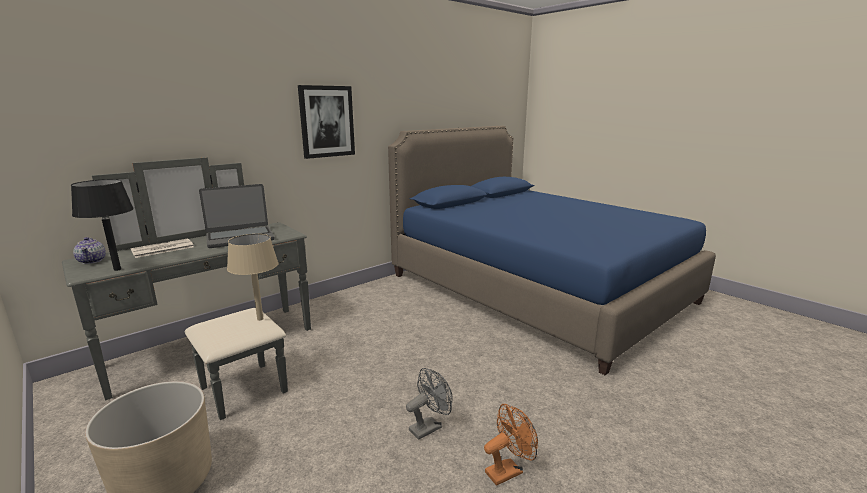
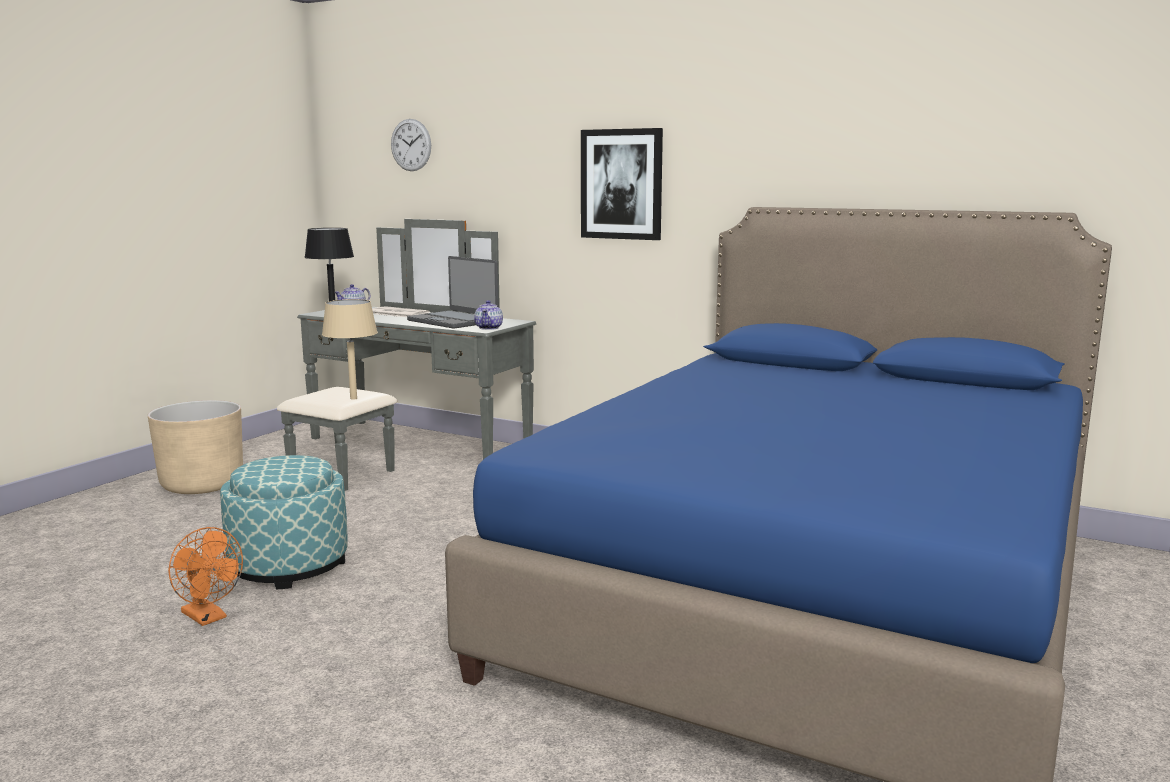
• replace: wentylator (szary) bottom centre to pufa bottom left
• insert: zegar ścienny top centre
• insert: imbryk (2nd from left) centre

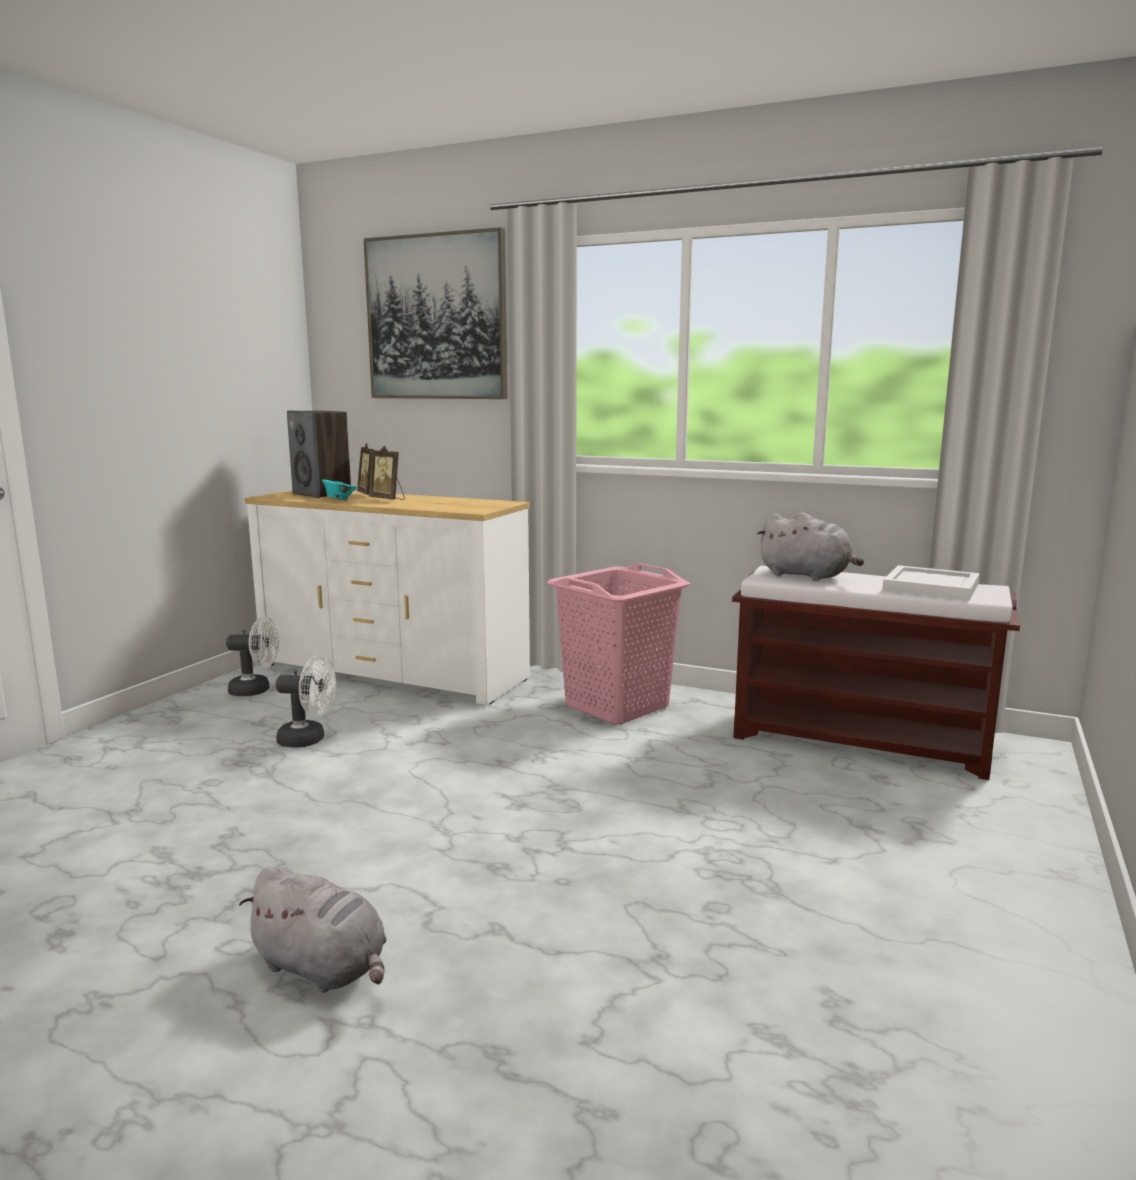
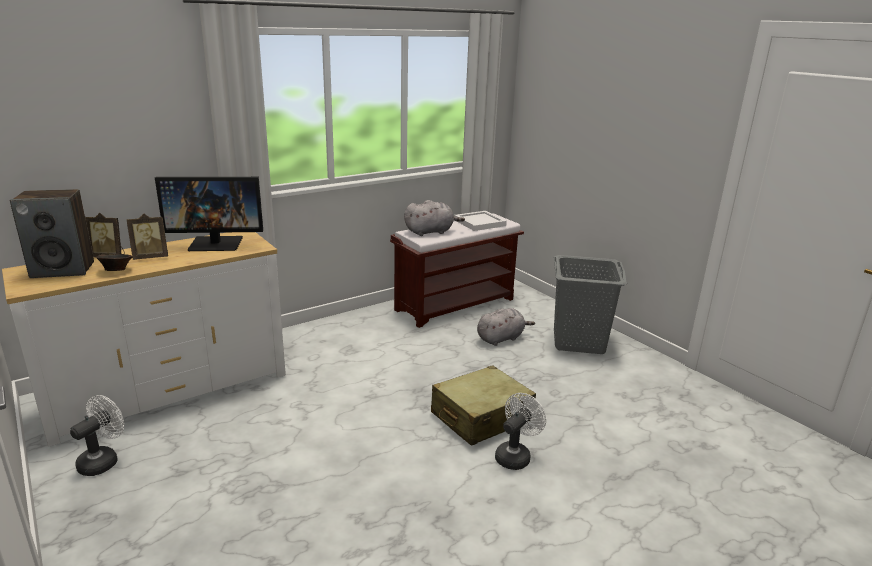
• recolor: miska (turkusowy) middle left to miska (brązowy) middle left
• insert: monitor middle left
• insert: walizka (beżowy) bottom centre
• move: pluszak (szary) (1st from left in the first image) bottom left to pluszak (szary) (2nd from left) centre
• move: wentylator (biały) (2nd from left) middle left to bottom centre
• insert: kosz na pranie (szary) middle right
• delete: obraz top centre
• delete: kosz na pranie (różowy) centre

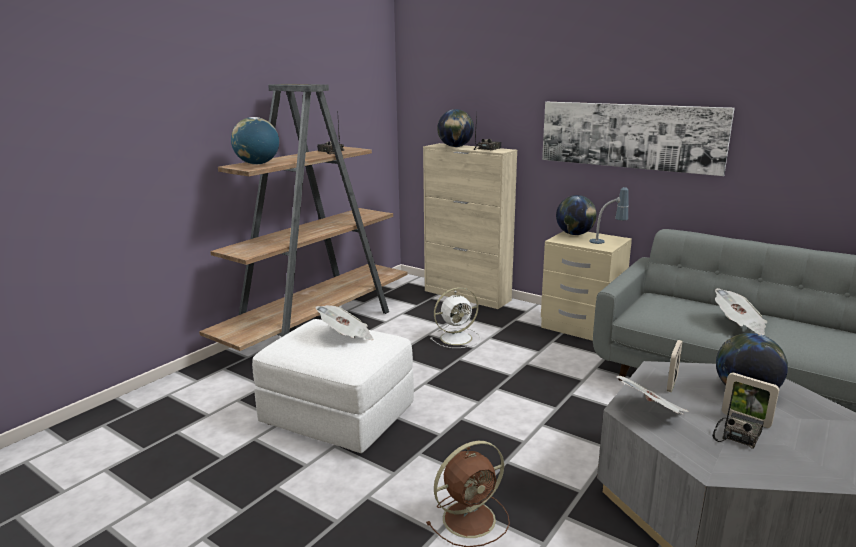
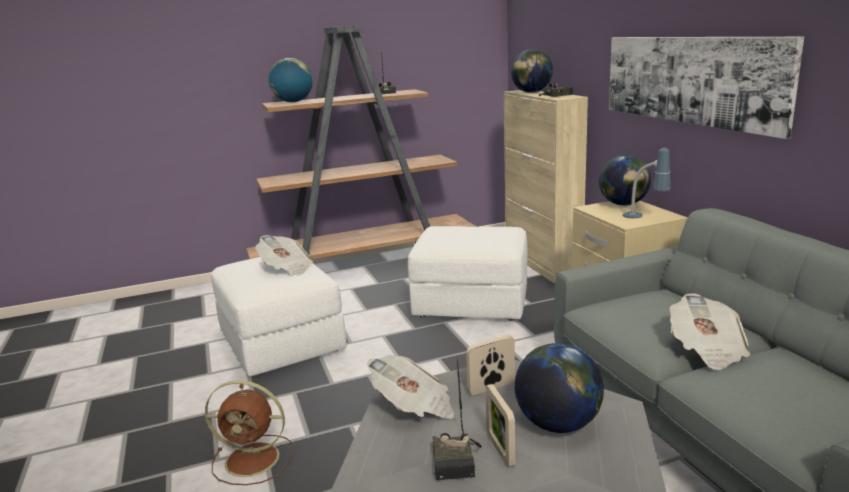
• replace: wentylator (biały) centre to pufa (biały) (2nd from left) centre
• rotate: radio (3rd from left in the first image) bottom right = bottom centre 105 degrees clockwise

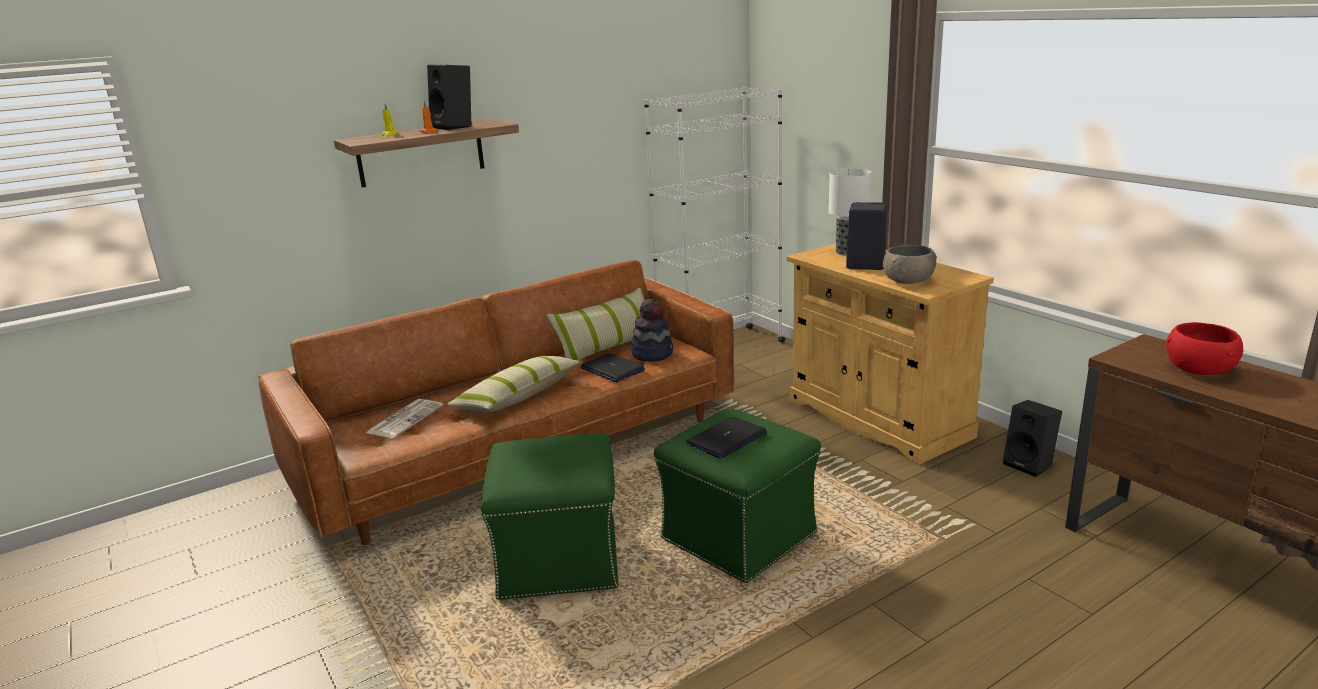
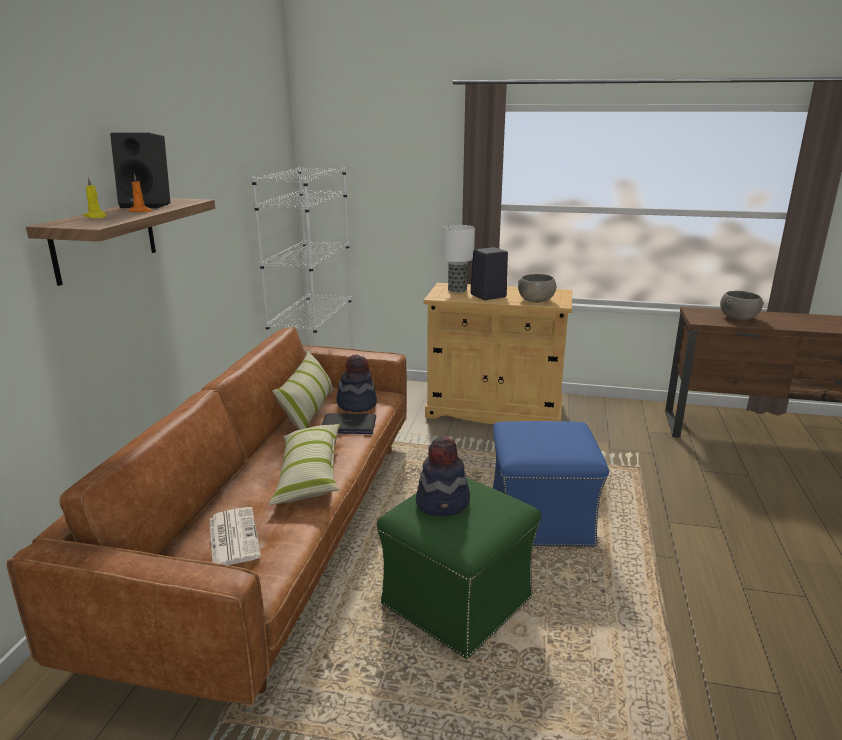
• insert: kapelusz (2nd from left) centre
• recolor: pufa (zielony) (2nd from left) bottom centre to pufa (niebieski) centre
• recolor: miska (czerwony) middle right to miska (szary) (2nd from left) middle right
• delete: laptop (2nd from left) centre
• delete: głośnik (czarny) (3rd from left) middle right

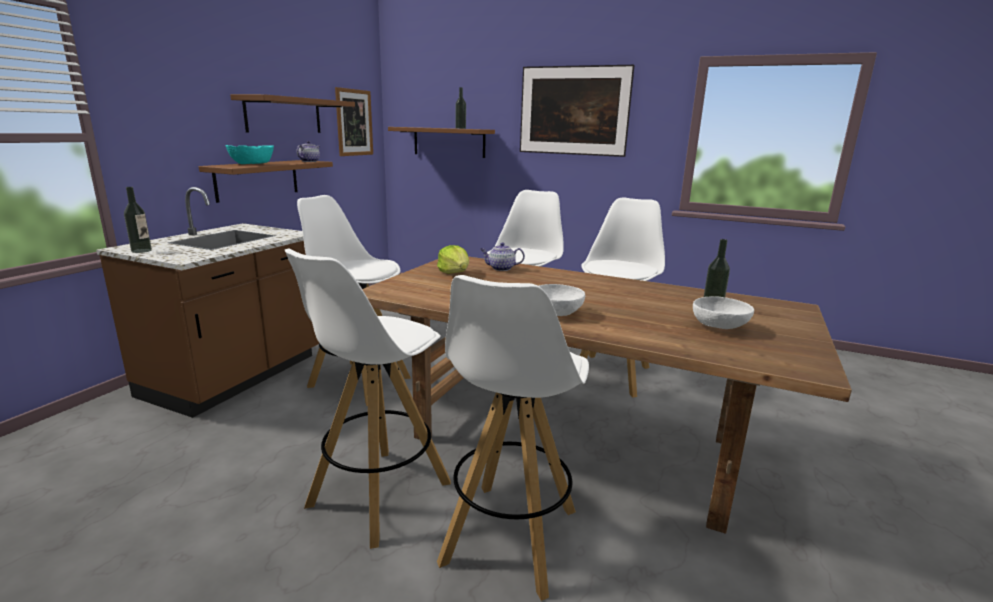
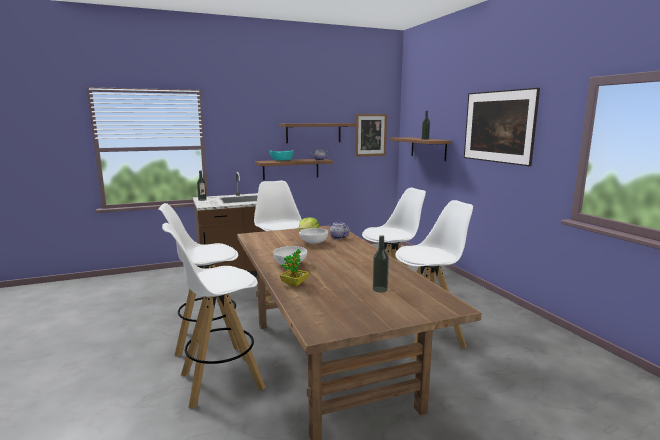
• insert: roślina doniczkowa centre
• move: miska (biały) (2nd from left) middle right to centre

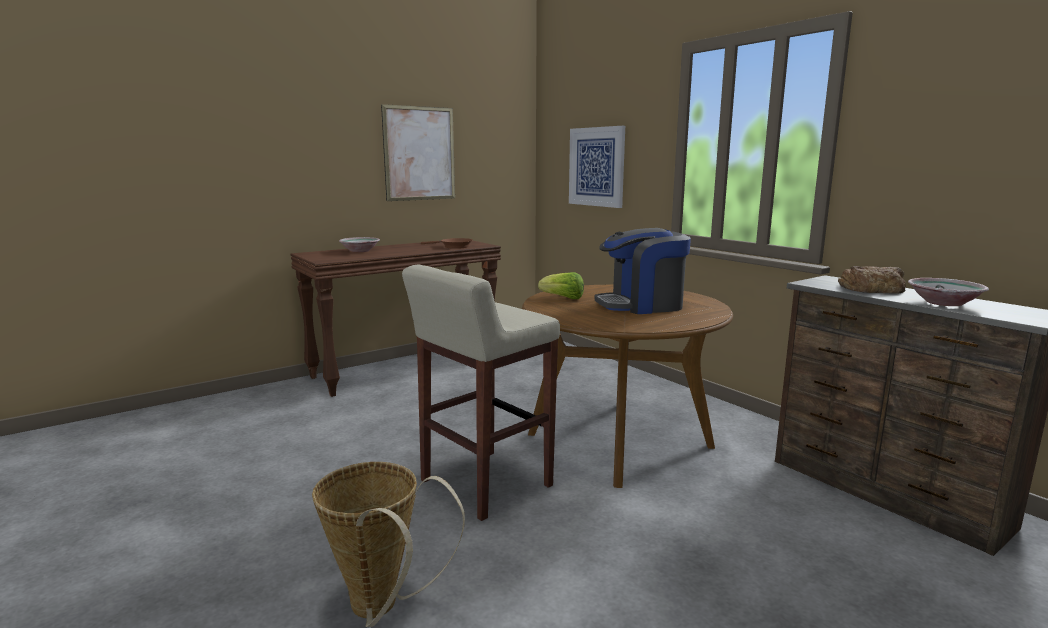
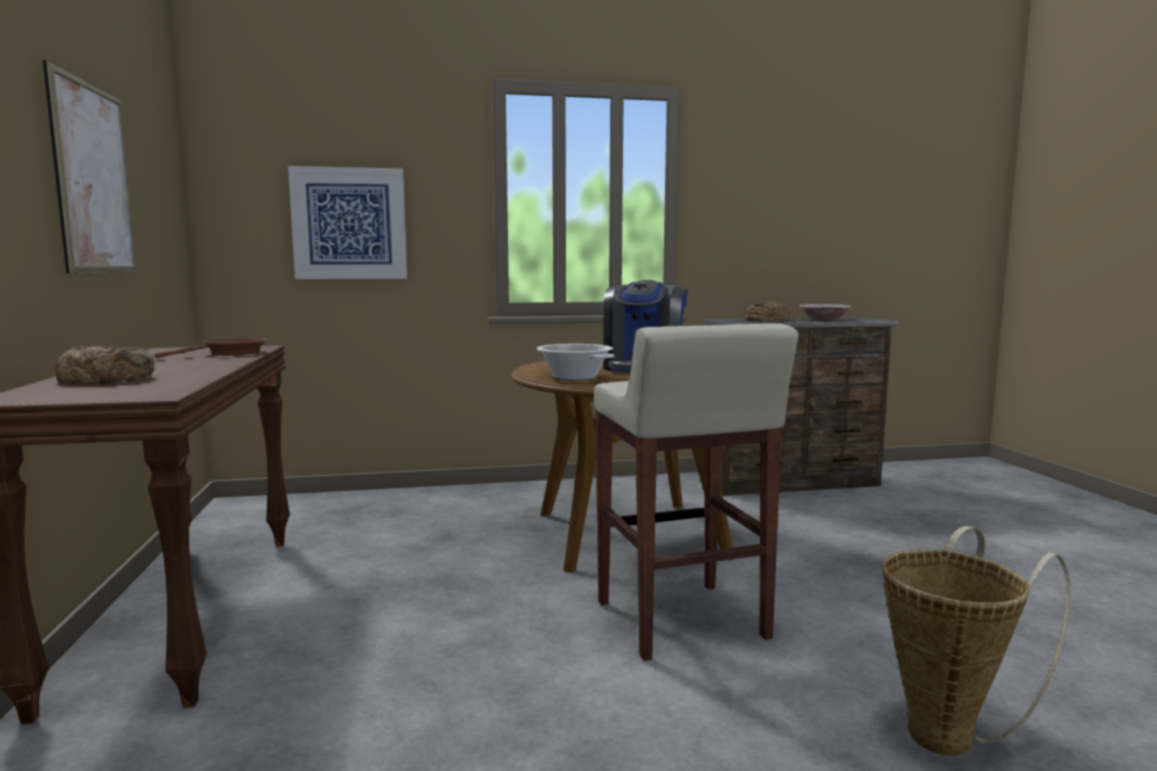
• replace: miska (1st from left) centre to chleb (1st from left) middle left
• replace: sałata centre to garnek centre

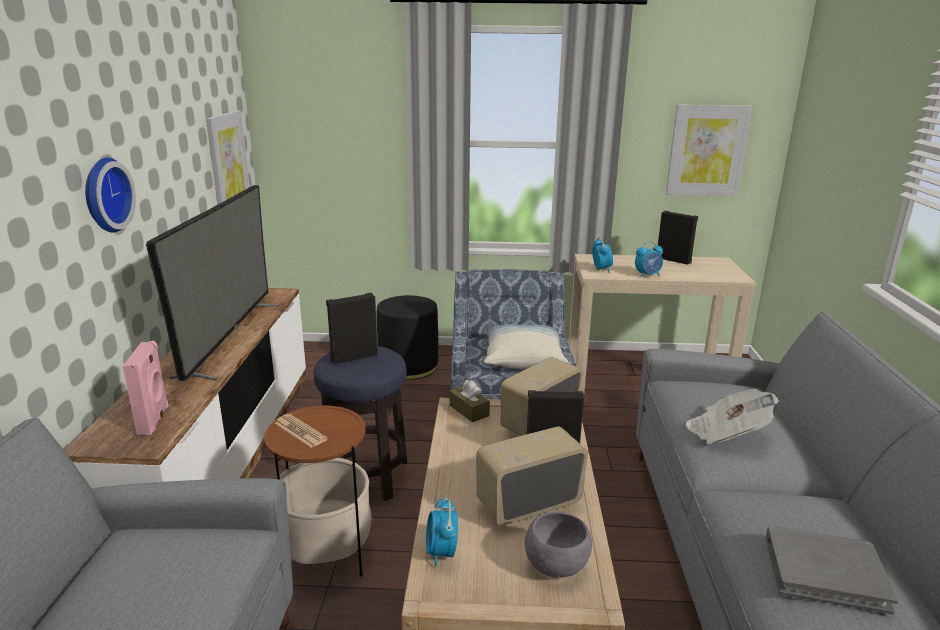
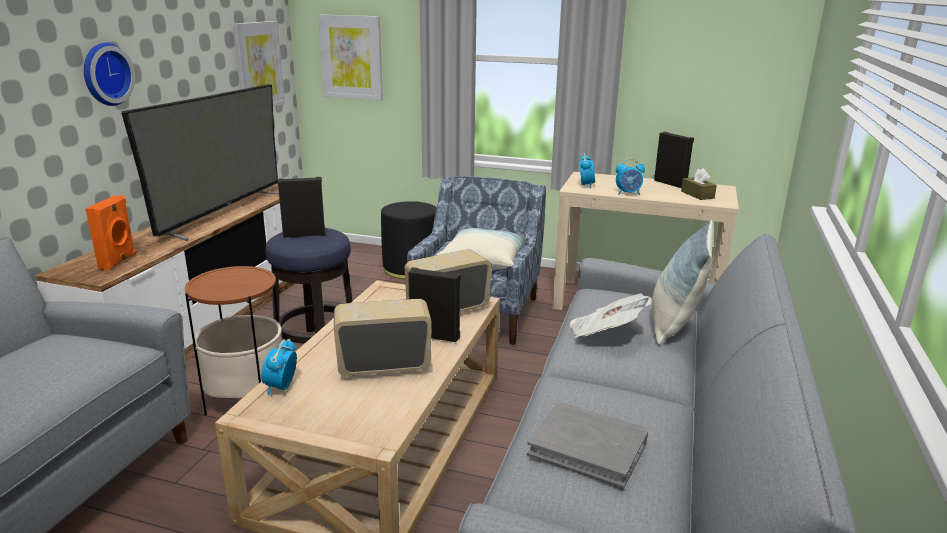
• recolor: głośnik (różowy) middle left to głośnik (pomarańczowy) middle left
• move: obraz (2nd from left) top right to top centre
• insert: poduszka (2nd from left) middle right
• move: pudełko chusteczek (brązowy) centre to middle right
• delete: gazeta (1st from left) bottom left
• delete: miska (szary) bottom centre

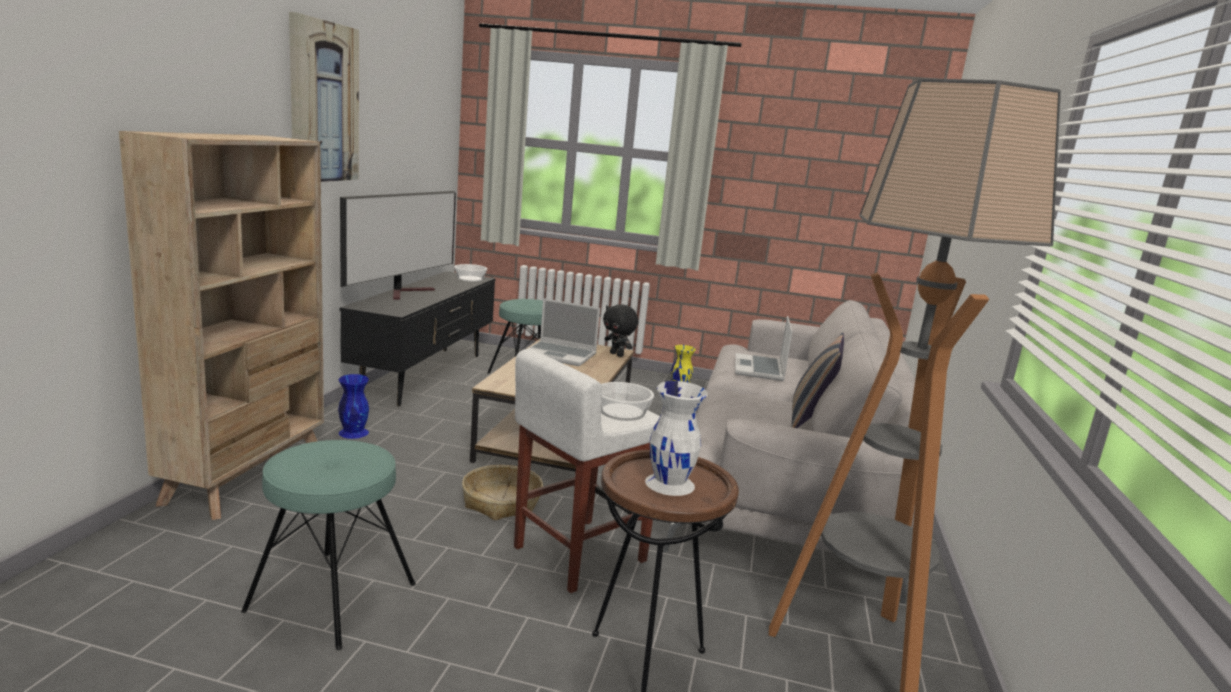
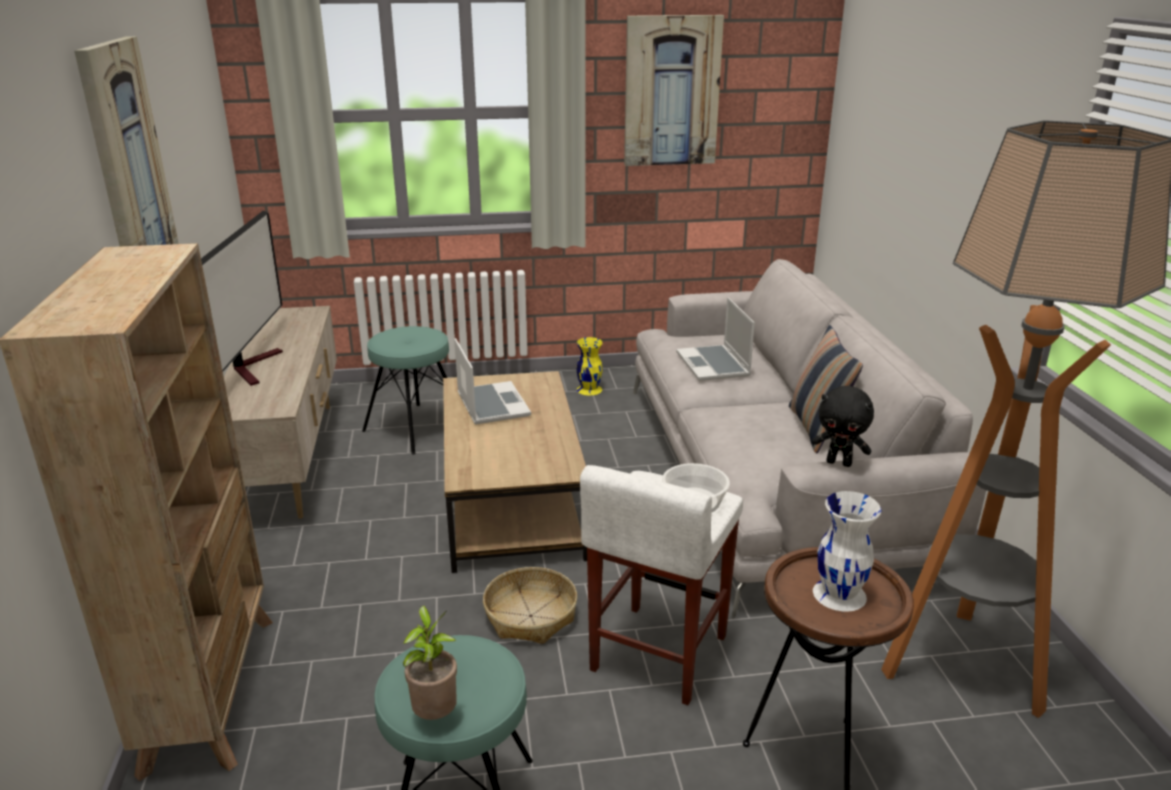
• recolor: szafka pod telewizor (czarny) centre to szafka pod telewizor (beżowy) middle left
• insert: roślina doniczkowa bottom centre
• rotate: laptop (1st from left) centre = centre 105 degrees counterclockwise
• insert: obraz (2nd from left) top centre
• move: pluszak (czarny) centre to middle right
• delete: wazon (niebieski) middle left
• delete: miska (1st from left) centre

